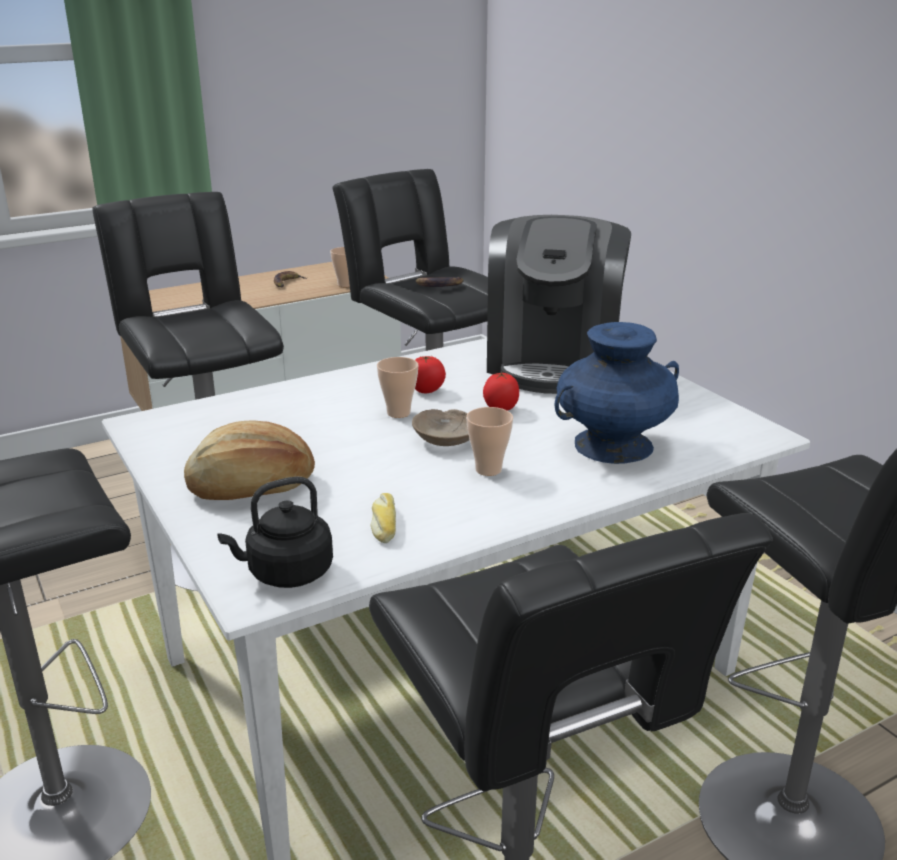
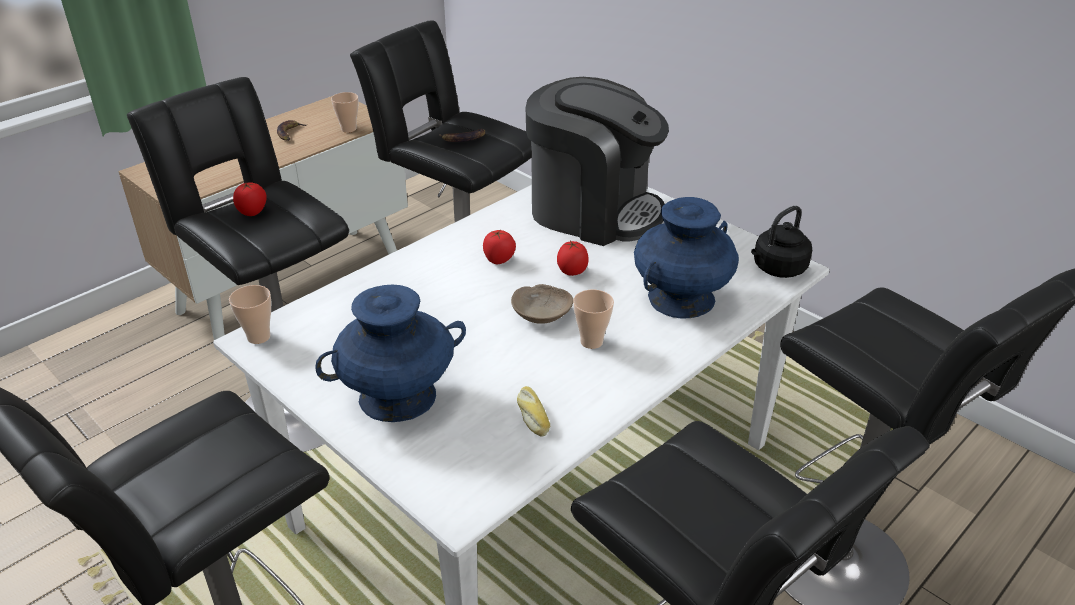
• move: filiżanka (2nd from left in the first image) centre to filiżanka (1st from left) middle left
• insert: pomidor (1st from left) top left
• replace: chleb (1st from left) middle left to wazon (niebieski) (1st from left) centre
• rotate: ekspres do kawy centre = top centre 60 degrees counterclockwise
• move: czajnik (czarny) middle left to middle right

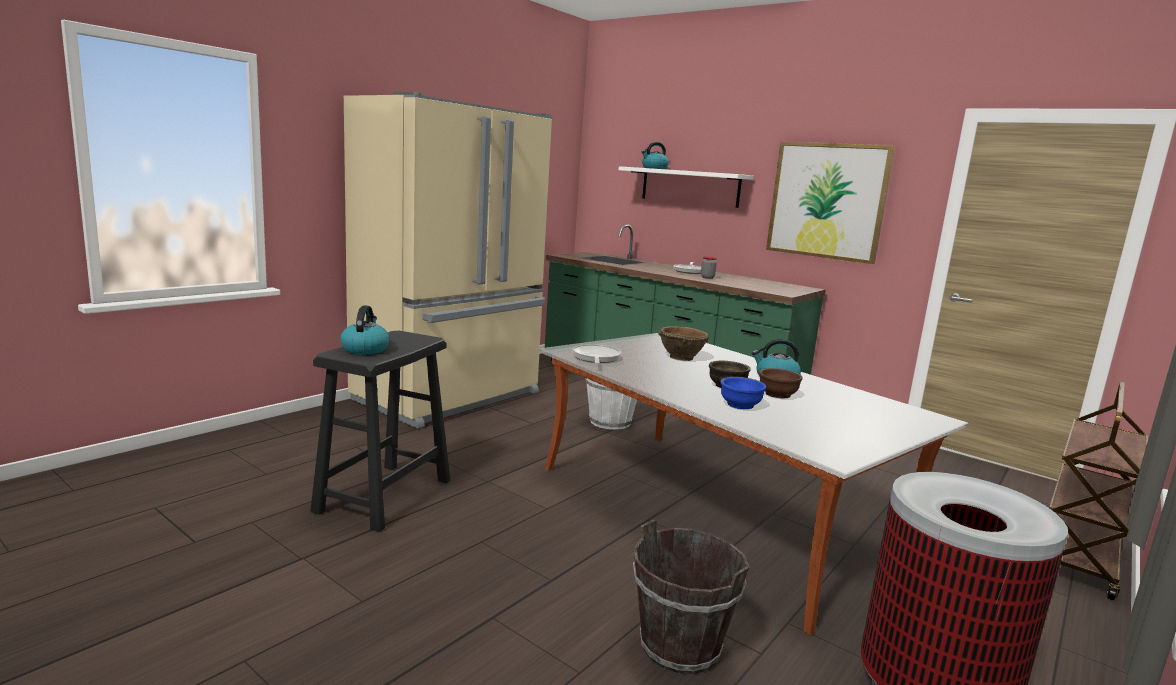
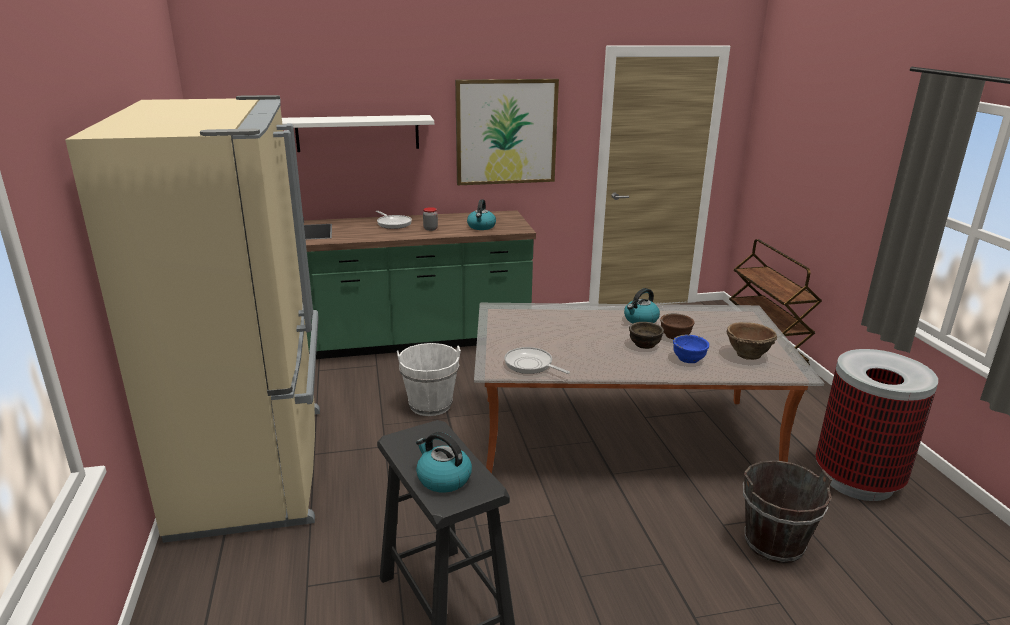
• move: czajnik (2nd from left) top centre to centre
• move: miska (brązowy) (1st from left in the first image) centre to miska (brązowy) (3rd from left) middle right

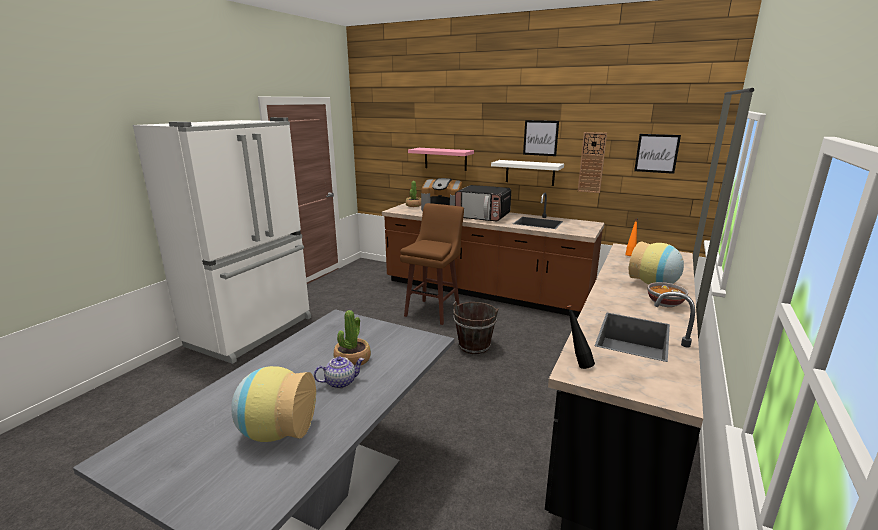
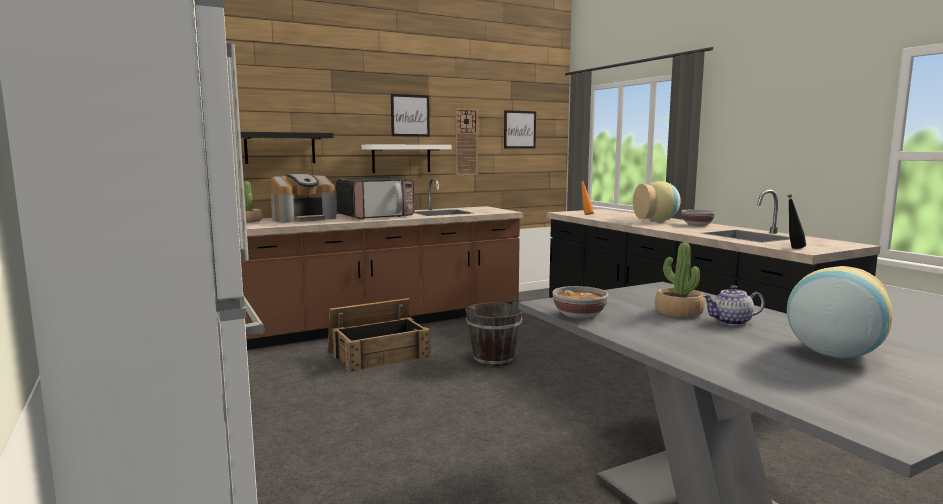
• recolor: półka (różowy) top centre to półka (czarny) top left
• replace: stołek (brązowy) centre to skrzynka centre
• insert: miska (1st from left) centre
• rotate: imbryk bottom centre = middle right 105 degrees counterclockwise

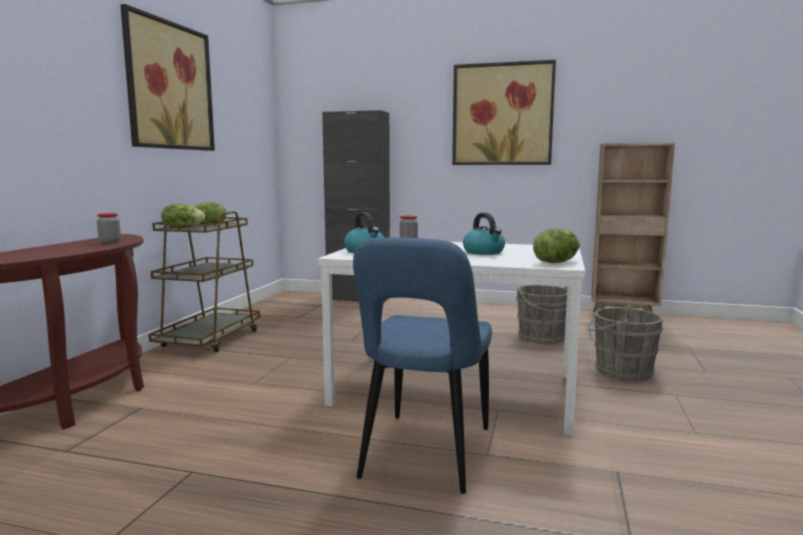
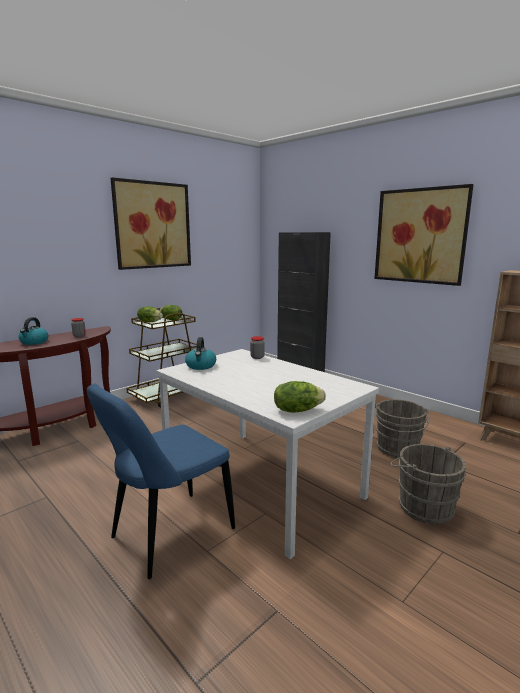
• move: czajnik (2nd from left in the first image) centre to czajnik (1st from left) middle left

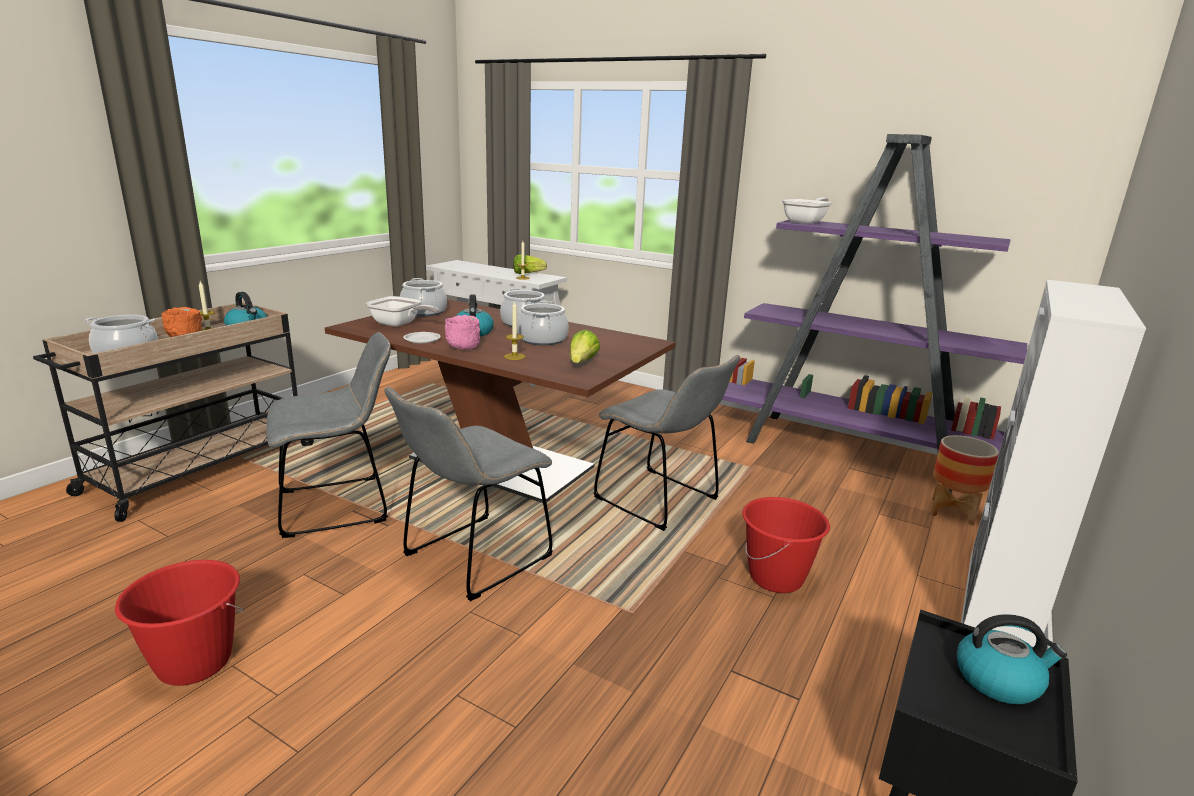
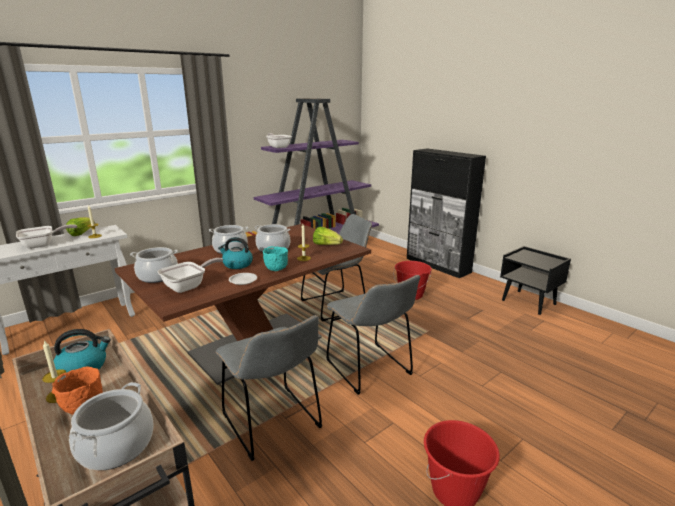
• insert: patelnia (1st from left) middle left
• rotate: krzesło (szary) (1st from left) middle left = bottom centre 150 degrees clockwise
• recolor: miska (różowy) centre to miska (turkusowy) centre
• recolor: szafka (biały) middle right to szafka (czarny) centre
• delete: donica middle right
• delete: czajnik (3rd from left) bottom right

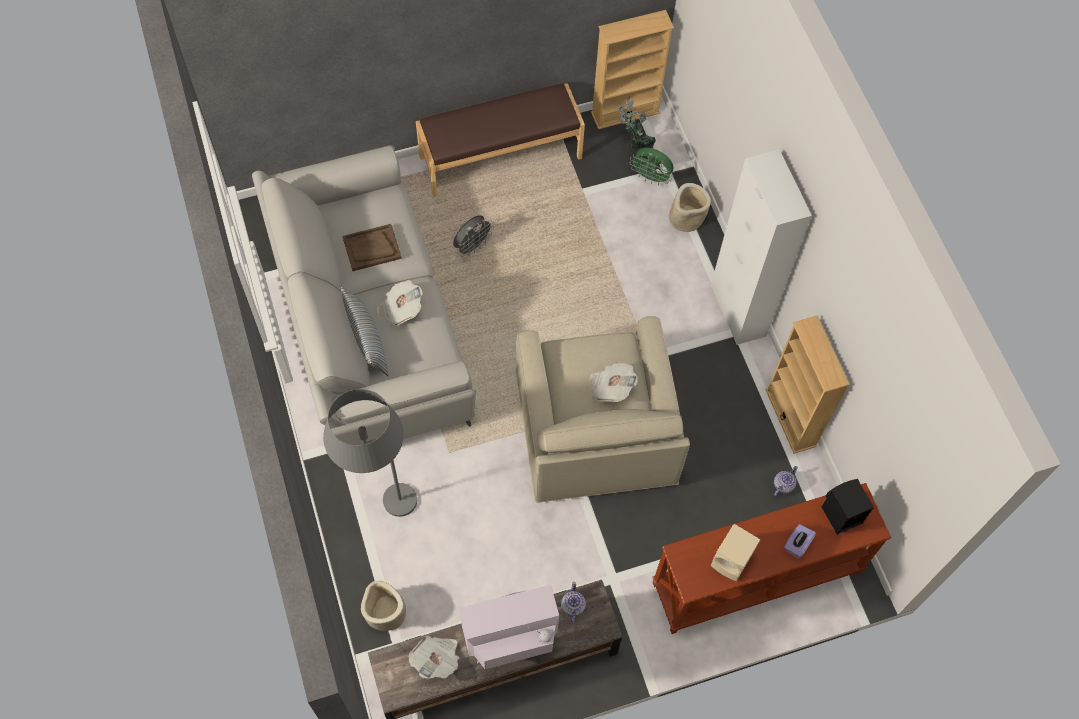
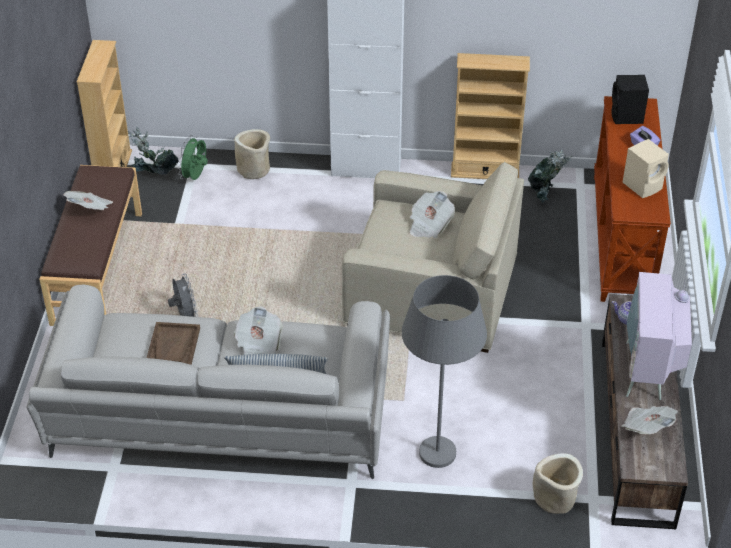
• insert: gazeta (1st from left) middle left
• rotate: wentylator (zielony) top centre = top left 150 degrees clockwise
• replace: imbryk (2nd from left) bottom right to roślina doniczkowa (2nd from left) top right

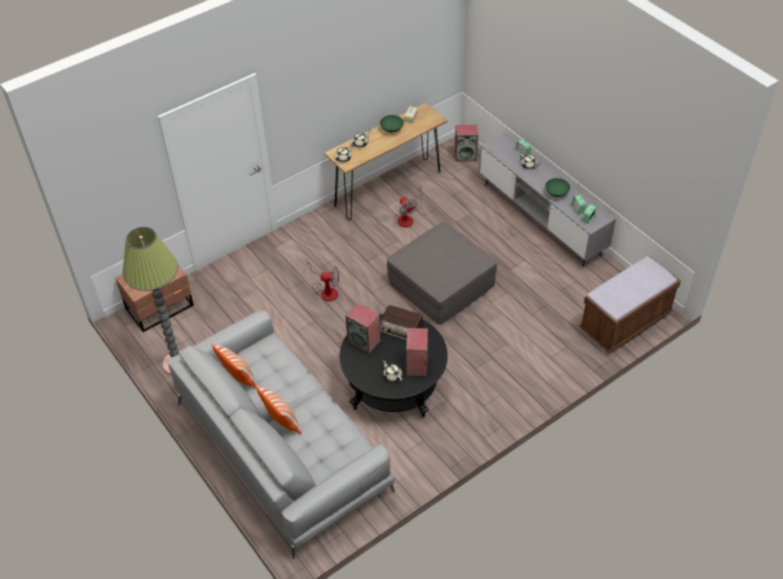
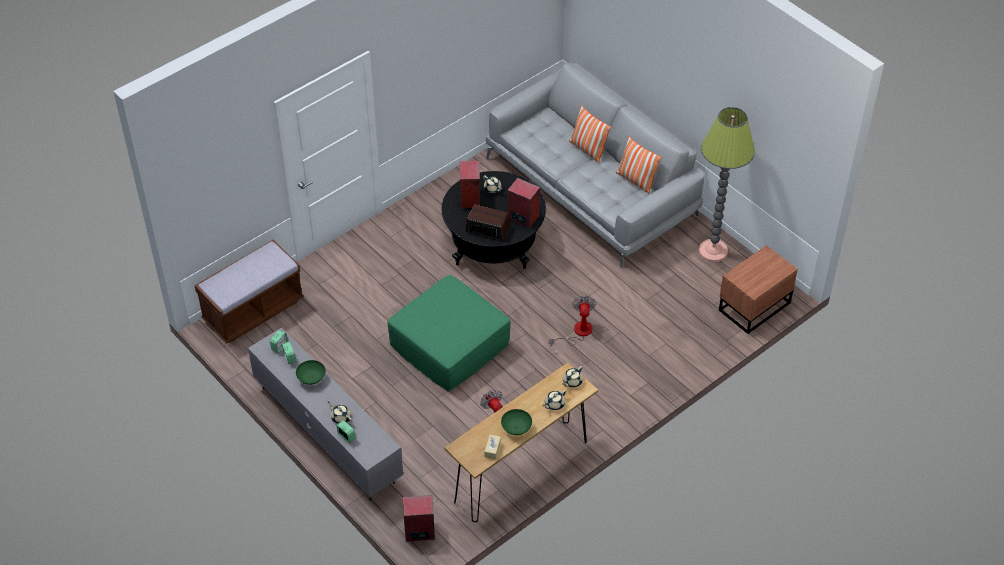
• recolor: pufa (szary) centre to pufa (zielony) centre
• rotate: wentylator (1st from left in the first image) centre = centre 90 degrees clockwise

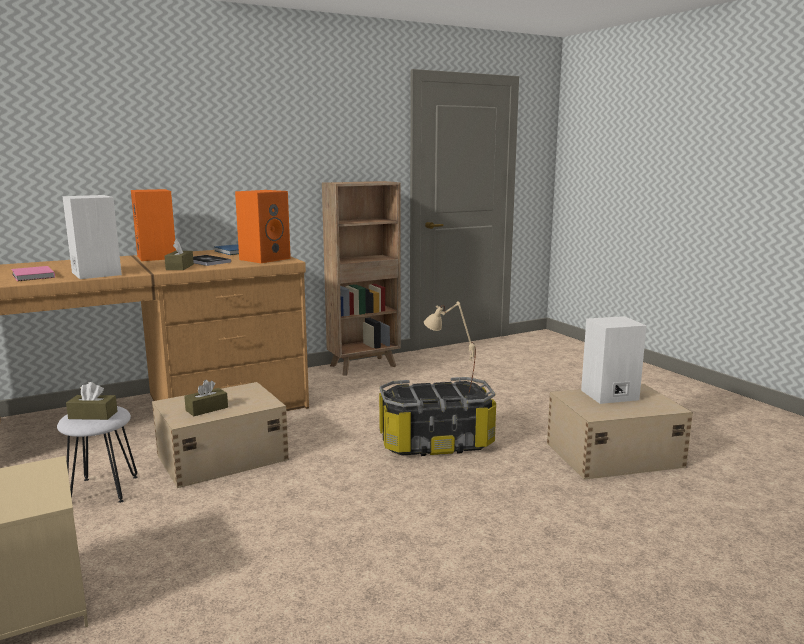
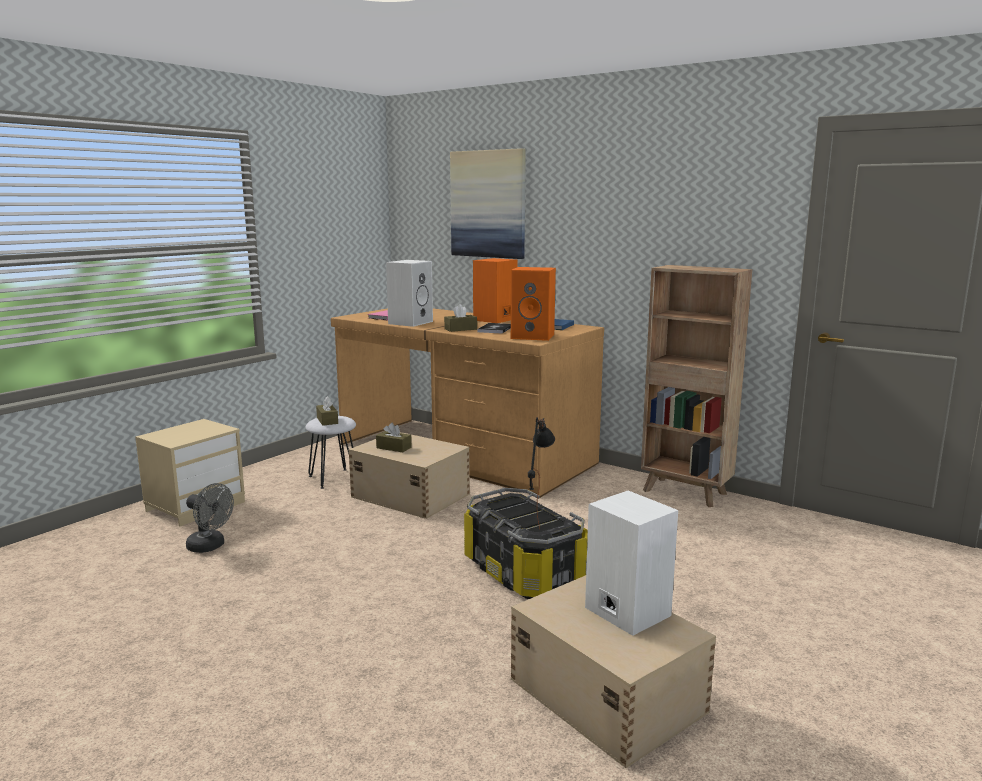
• insert: wentylator (szary) middle left
• insert: obraz top centre
• recolor: lampa stołowa (beżowy) centre to lampa stołowa (czarny) centre

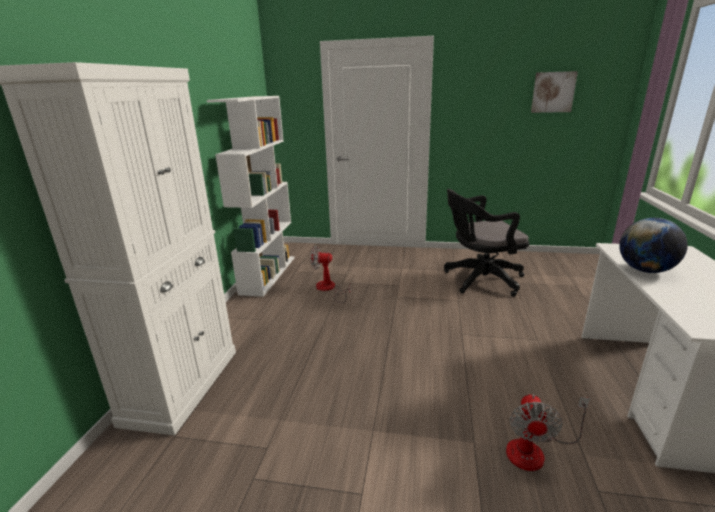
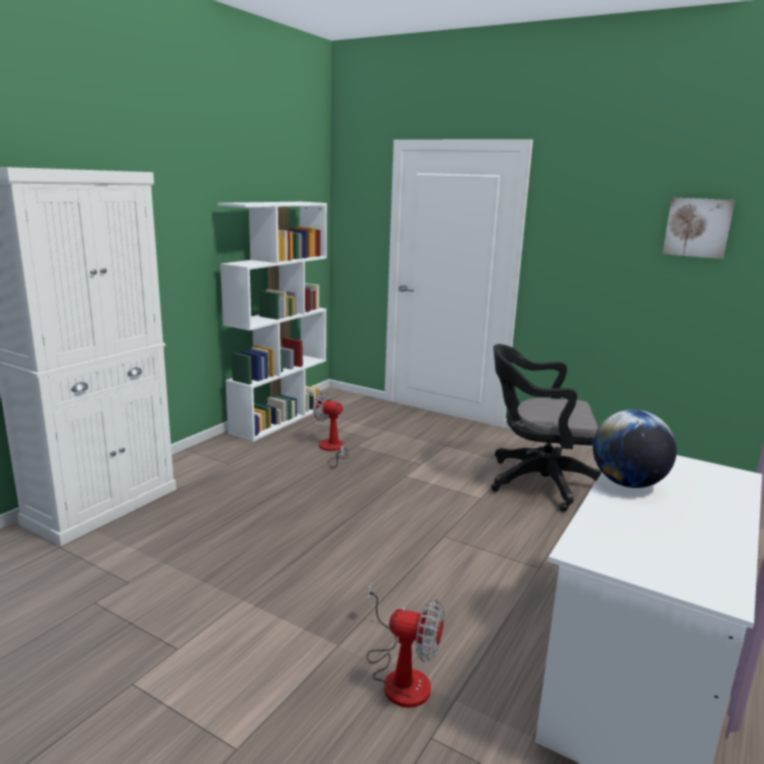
• rotate: wentylator (2nd from left) bottom right = bottom centre 105 degrees counterclockwise

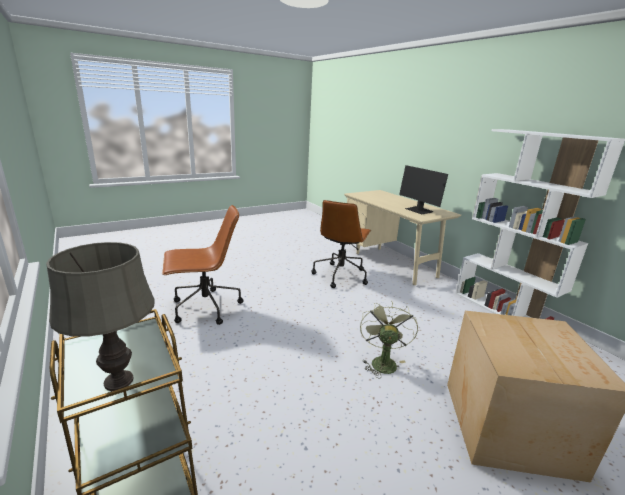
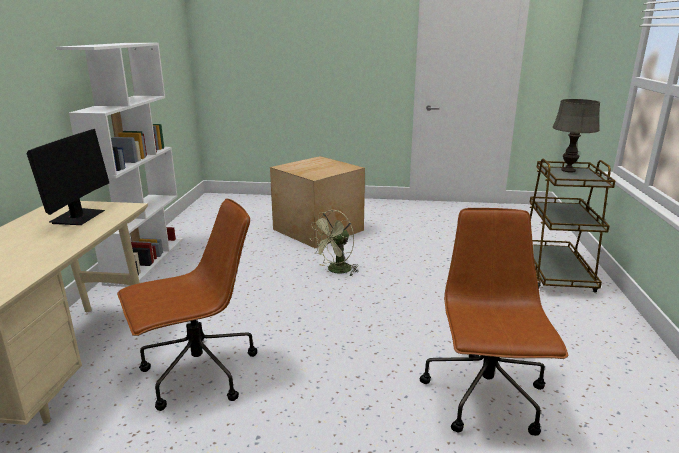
• rotate: krzesło biurowe (brązowy) (1st from left in the first image) middle left = bottom right 75 degrees clockwise

